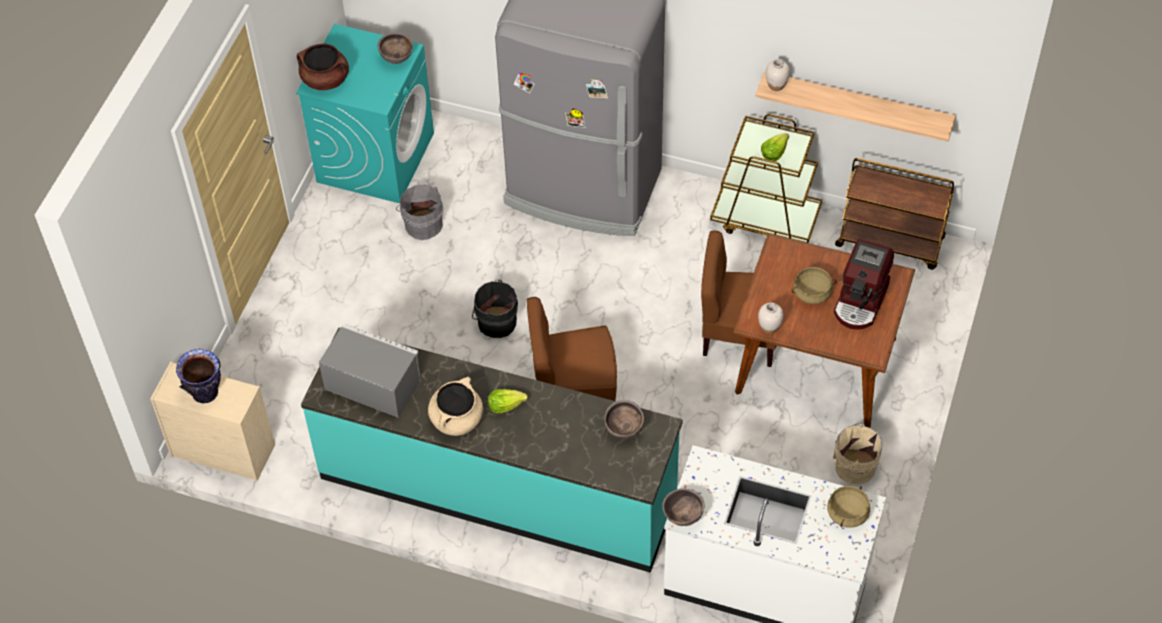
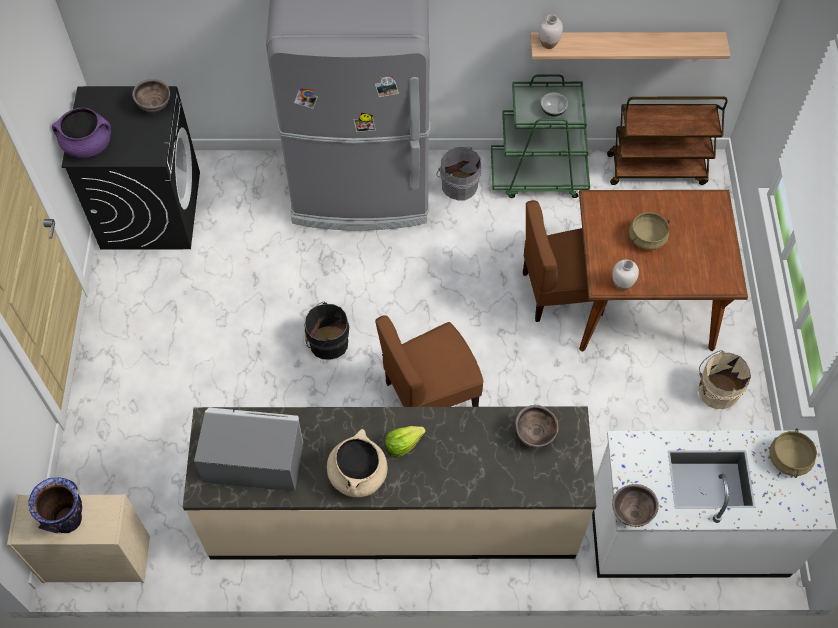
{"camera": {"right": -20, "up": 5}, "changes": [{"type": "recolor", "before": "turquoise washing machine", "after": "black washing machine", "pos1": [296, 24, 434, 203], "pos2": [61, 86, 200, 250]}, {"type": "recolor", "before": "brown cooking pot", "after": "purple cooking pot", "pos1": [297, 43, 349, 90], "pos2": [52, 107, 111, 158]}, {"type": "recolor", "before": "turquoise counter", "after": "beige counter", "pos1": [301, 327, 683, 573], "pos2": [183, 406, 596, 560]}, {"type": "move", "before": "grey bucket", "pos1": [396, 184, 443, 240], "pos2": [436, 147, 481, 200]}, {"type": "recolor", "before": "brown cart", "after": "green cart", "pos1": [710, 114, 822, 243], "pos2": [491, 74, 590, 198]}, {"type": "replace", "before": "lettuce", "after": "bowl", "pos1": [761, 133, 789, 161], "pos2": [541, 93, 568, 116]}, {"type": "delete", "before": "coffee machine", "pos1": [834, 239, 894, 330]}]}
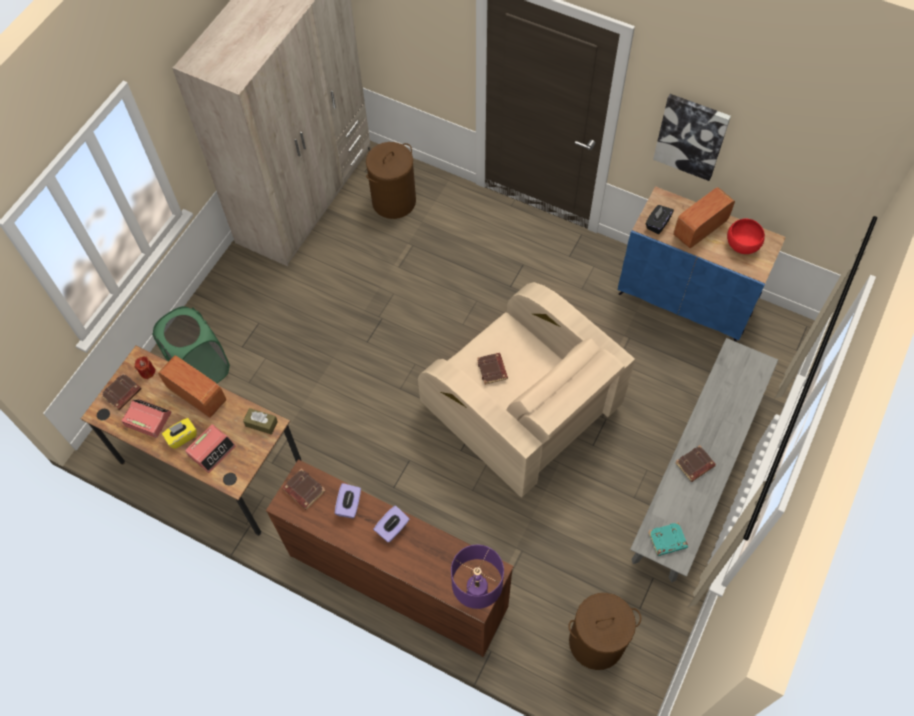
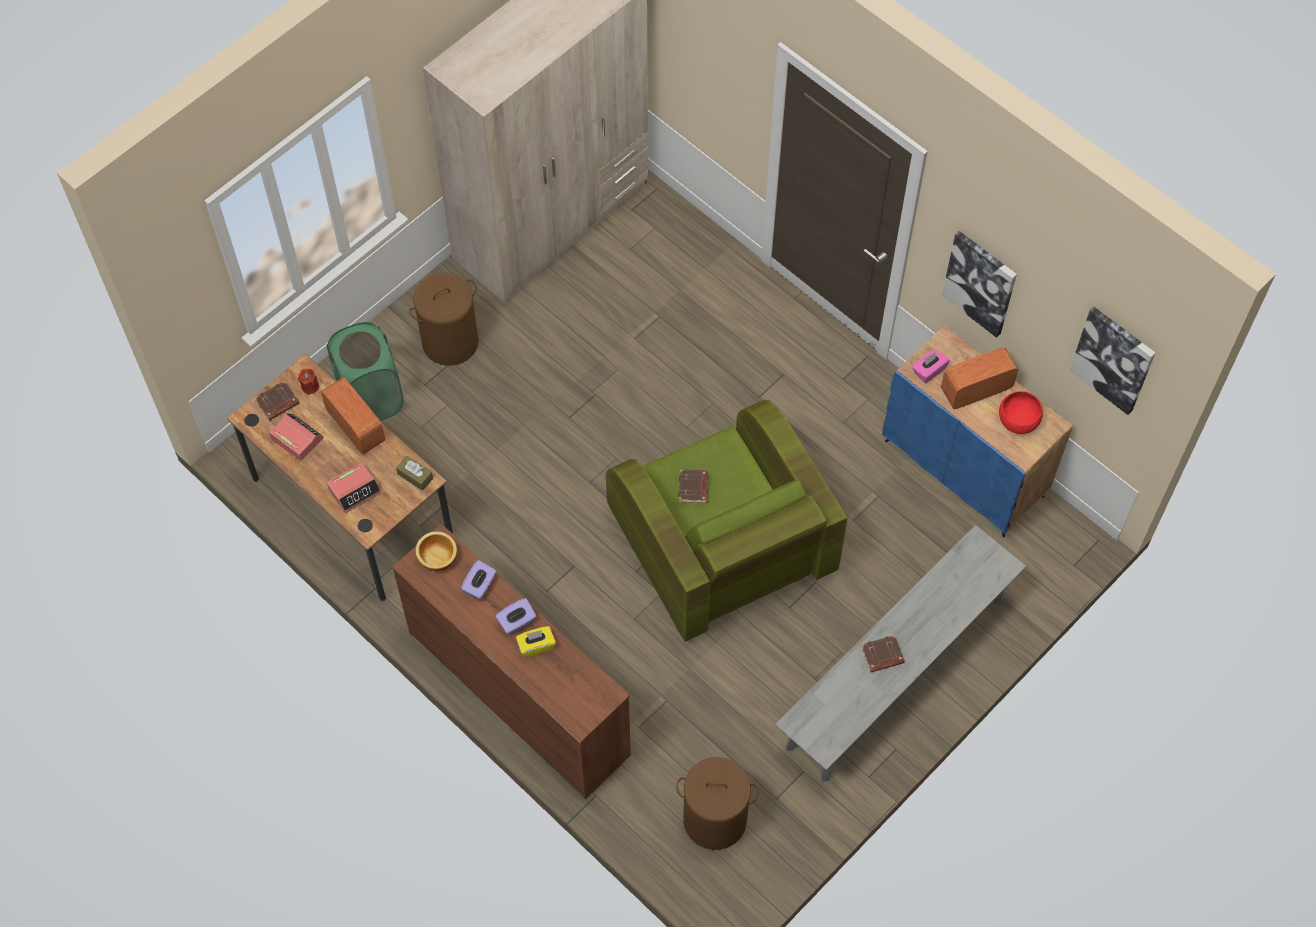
{"camera": {"right": 15, "up": 0}, "changes": [{"type": "move", "before": "yellow tissue box", "pos1": [162, 418, 196, 449], "pos2": [516, 626, 556, 658]}, {"type": "replace", "before": "brown book", "after": "bowl", "pos1": [282, 468, 325, 510], "pos2": [415, 531, 457, 571]}, {"type": "move", "before": "brown laundry basket", "pos1": [366, 142, 416, 219], "pos2": [409, 273, 479, 366]}, {"type": "recolor", "before": "beige armchair", "after": "green armchair", "pos1": [418, 282, 635, 498], "pos2": [606, 400, 847, 642]}, {"type": "delete", "before": "purple table lamp", "pos1": [451, 545, 504, 609]}, {"type": "recolor", "before": "black tissue box", "after": "pink tissue box", "pos1": [645, 205, 674, 234], "pos2": [912, 349, 950, 383]}, {"type": "delete", "before": "turquoise book", "pos1": [648, 522, 688, 556]}, {"type": "insert", "after": "picture", "pos2": [1070, 307, 1155, 415]}]}
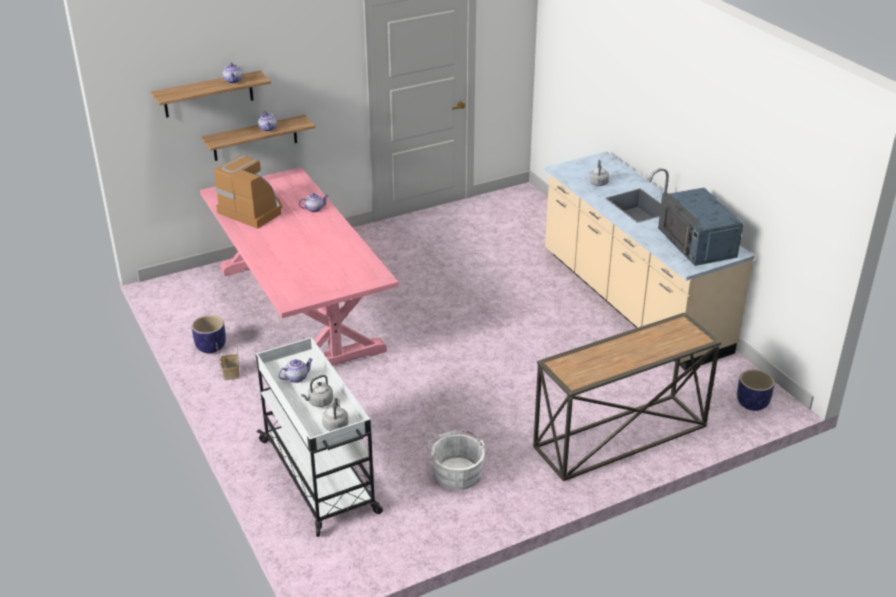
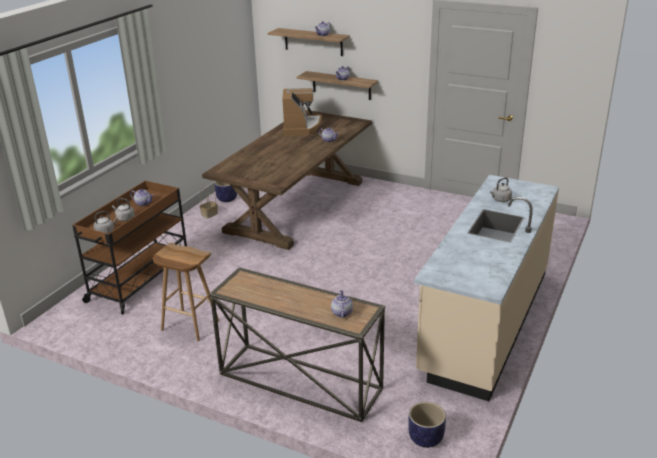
{"camera": {"right": 55, "up": -5}, "changes": [{"type": "recolor", "before": "pink dining table", "after": "brown dining table", "pos1": [200, 167, 399, 366], "pos2": [202, 110, 372, 250]}, {"type": "recolor", "before": "white cart", "after": "brown cart", "pos1": [256, 337, 383, 537], "pos2": [72, 181, 187, 314]}, {"type": "replace", "before": "white bucket", "after": "brown stool", "pos1": [428, 431, 485, 490], "pos2": [153, 243, 219, 341]}, {"type": "delete", "before": "blue microwave", "pos1": [658, 188, 744, 266]}, {"type": "insert", "after": "teapot", "pos2": [331, 290, 353, 318]}]}
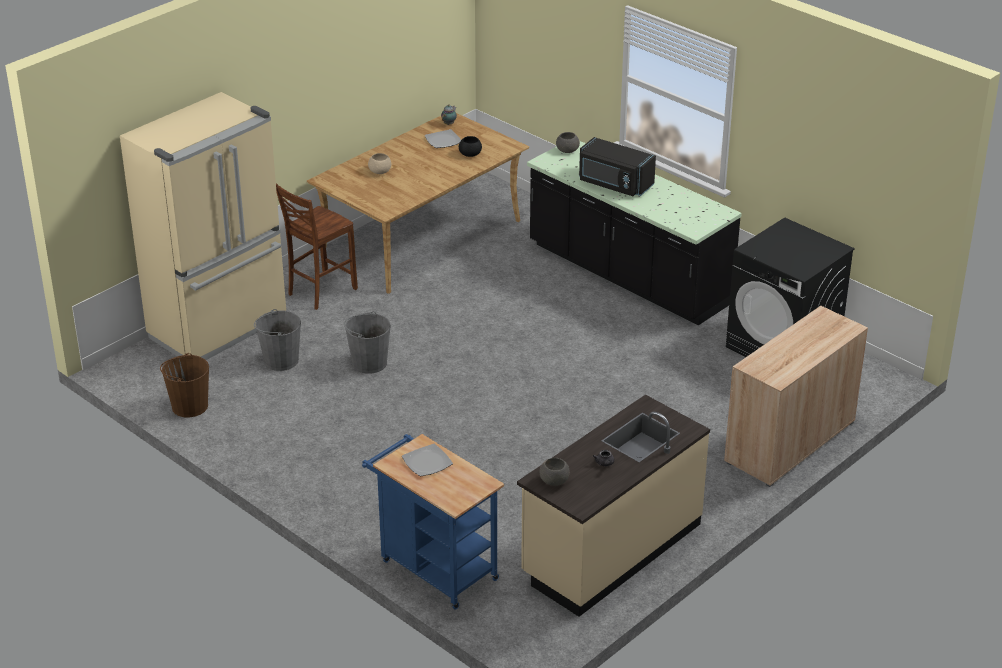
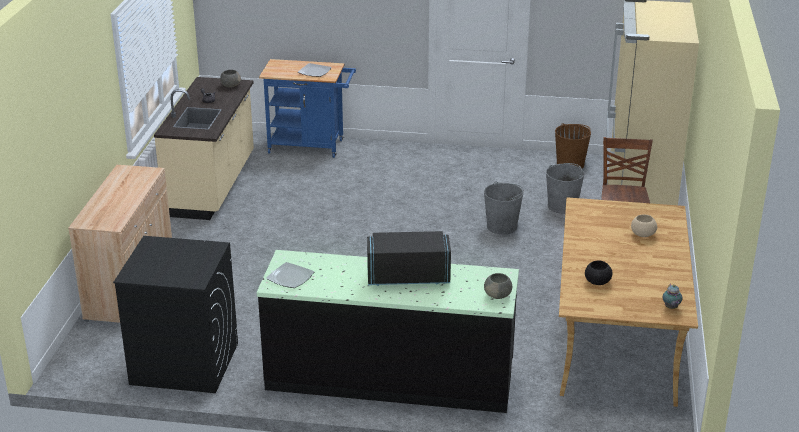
{"camera": {"right": 145, "up": -5}, "changes": [{"type": "move", "before": "plate", "pos1": [425, 129, 461, 148], "pos2": [266, 262, 314, 288]}]}
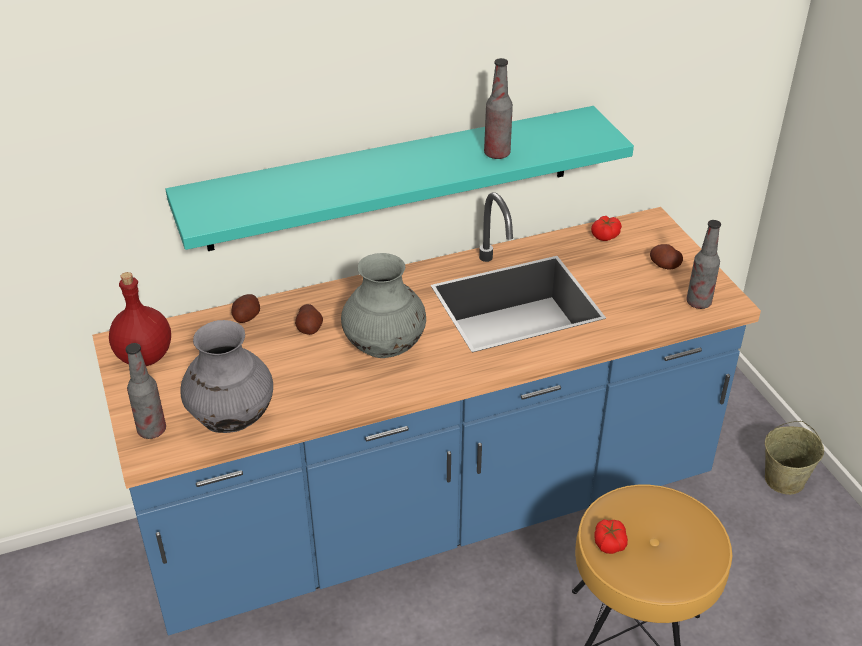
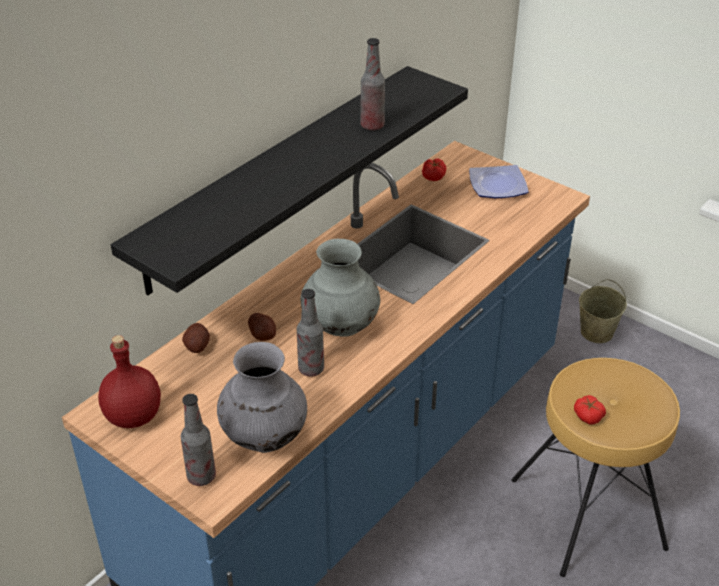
{"camera": {"right": -30, "up": 0}, "changes": [{"type": "recolor", "before": "turquoise shelf", "after": "black shelf", "pos1": [165, 106, 634, 251], "pos2": [111, 66, 468, 295]}, {"type": "replace", "before": "potato", "after": "plate", "pos1": [650, 244, 683, 269], "pos2": [469, 165, 529, 198]}, {"type": "move", "before": "bottle", "pos1": [686, 220, 721, 309], "pos2": [297, 289, 324, 377]}]}
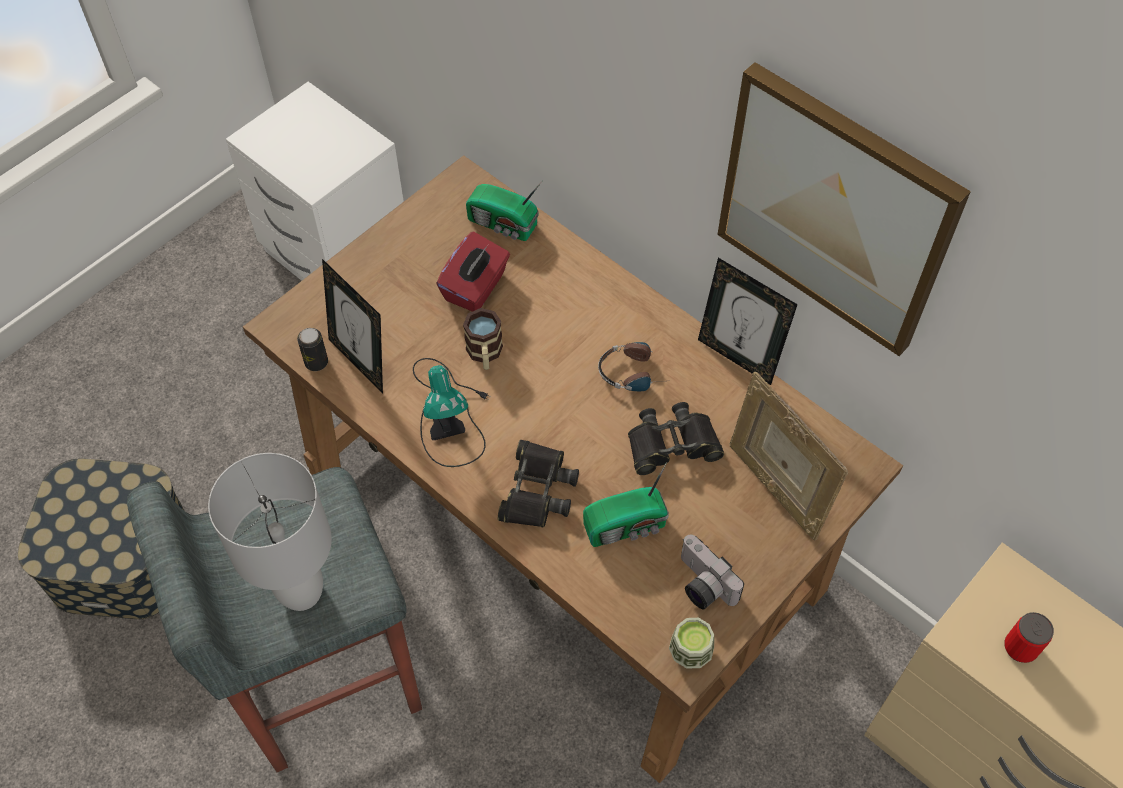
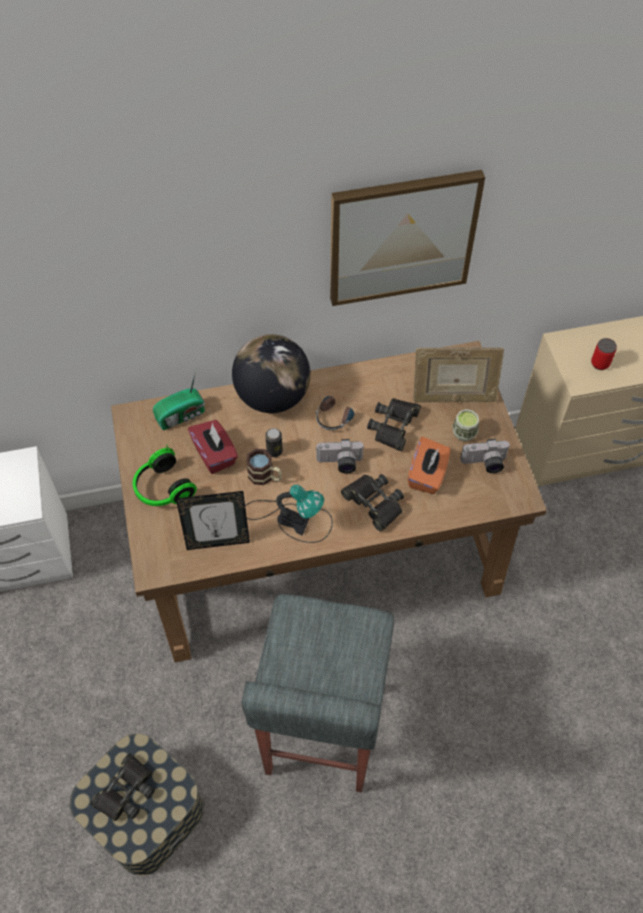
{"camera": {"right": -55, "up": 0}, "changes": [{"type": "delete", "before": "white table lamp", "pos1": [208, 453, 332, 611]}, {"type": "move", "before": "can", "pos1": [297, 328, 328, 371], "pos2": [265, 428, 283, 457]}, {"type": "replace", "before": "radio", "after": "orange tissue box", "pos1": [583, 462, 669, 547], "pos2": [408, 437, 450, 494]}, {"type": "move", "before": "cup", "pos1": [669, 618, 714, 669], "pos2": [452, 409, 479, 442]}, {"type": "delete", "before": "picture frame", "pos1": [698, 258, 798, 385]}, {"type": "insert", "after": "black binoculars", "pos2": [90, 753, 155, 821]}, {"type": "insert", "after": "headphones", "pos2": [133, 445, 197, 506]}, {"type": "insert", "after": "globe", "pos2": [232, 334, 311, 413]}, {"type": "insert", "after": "photo camera", "pos2": [316, 439, 364, 473]}]}
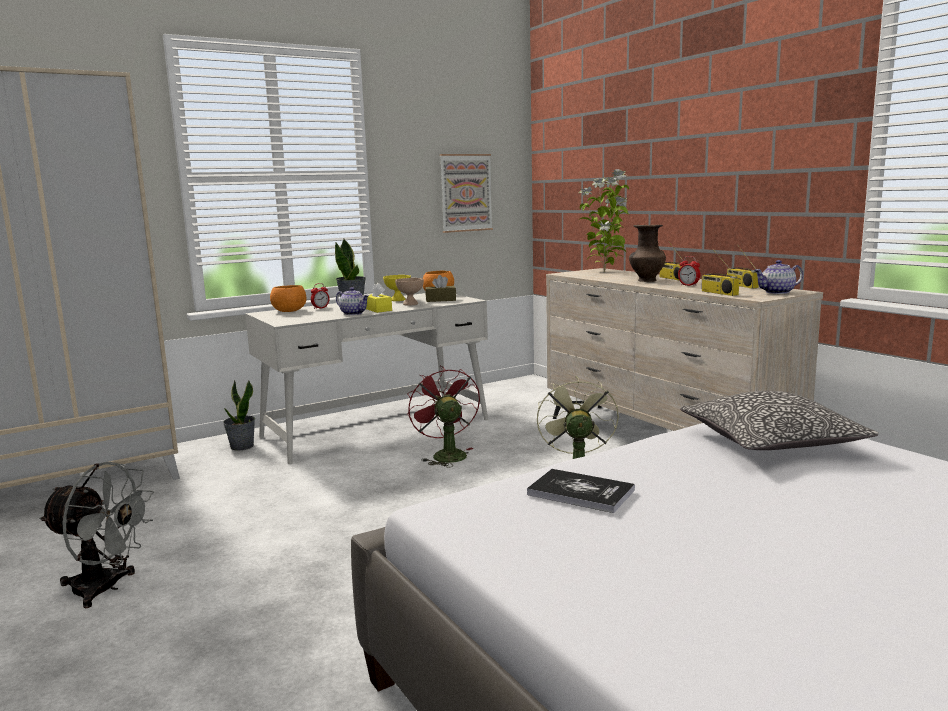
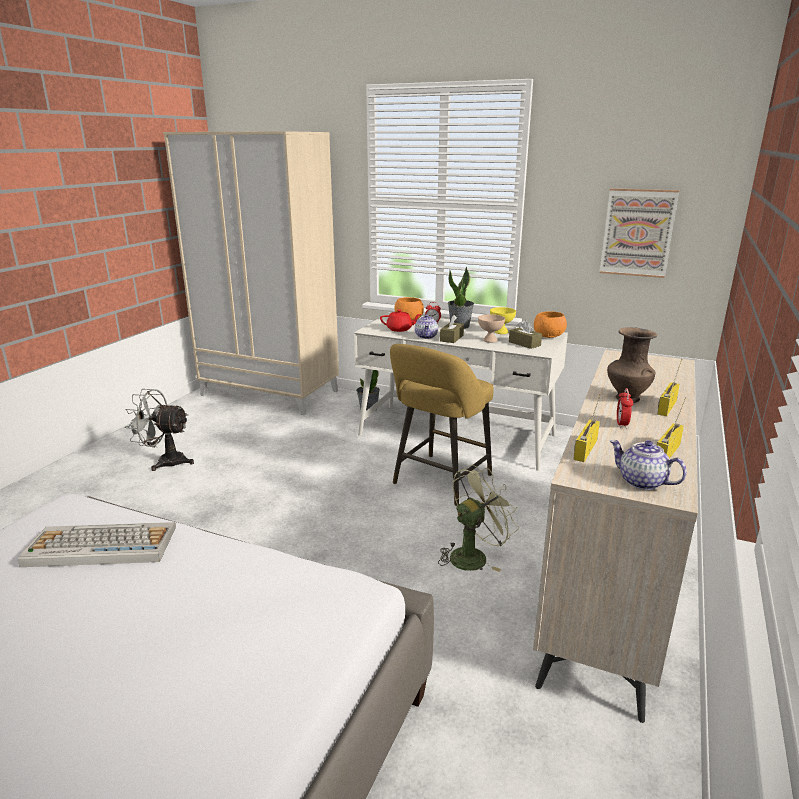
{"camera": {"right": 55, "up": 10}, "changes": [{"type": "rotate", "before": "grey fan", "pos1": [39, 462, 154, 608], "pos2": [125, 389, 194, 471], "turn": 120}, {"type": "recolor", "before": "yellow tissue box", "after": "brown tissue box", "pos1": [366, 283, 392, 313], "pos2": [440, 315, 464, 343]}, {"type": "replace", "before": "red fan", "after": "yellow stool", "pos1": [407, 366, 480, 467], "pos2": [390, 344, 494, 506]}, {"type": "replace", "before": "book", "after": "keyboard", "pos1": [527, 469, 635, 513], "pos2": [18, 522, 176, 567]}, {"type": "delete", "before": "potted plant", "pos1": [579, 169, 629, 272]}, {"type": "delete", "before": "pillow", "pos1": [680, 391, 879, 450]}, {"type": "insert", "after": "red teapot", "pos2": [380, 309, 421, 332]}]}
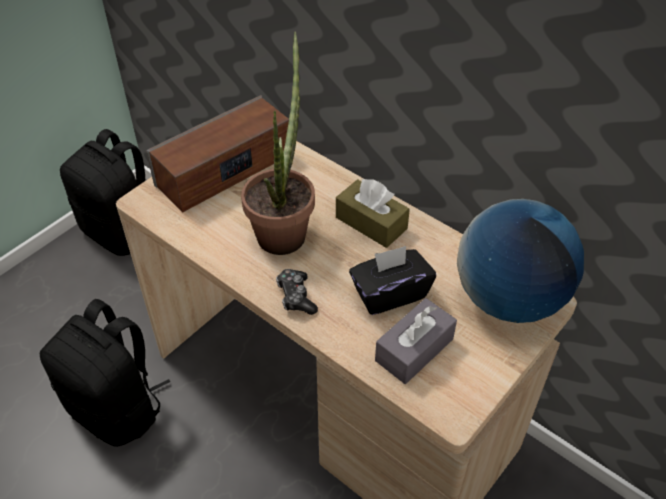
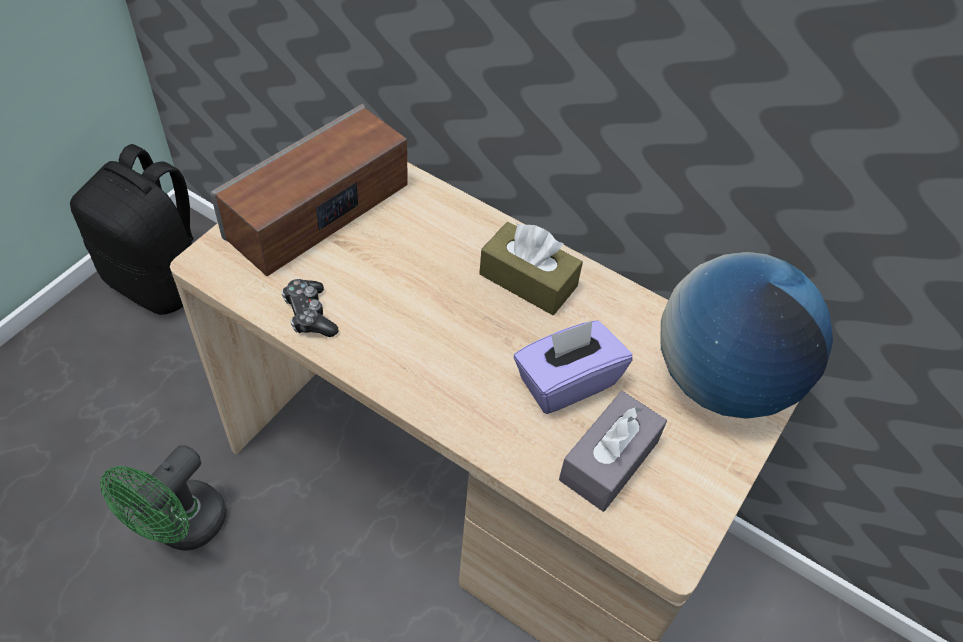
{"camera": {"right": -10, "up": 5}, "changes": [{"type": "replace", "before": "black backpack", "after": "green fan", "pos1": [40, 299, 170, 447], "pos2": [100, 445, 227, 551]}, {"type": "delete", "before": "potted plant", "pos1": [241, 32, 315, 255]}, {"type": "move", "before": "game controller", "pos1": [276, 269, 318, 315], "pos2": [282, 279, 338, 337]}, {"type": "recolor", "before": "black tissue box", "after": "purple tissue box", "pos1": [349, 246, 436, 315], "pos2": [514, 320, 633, 414]}]}
